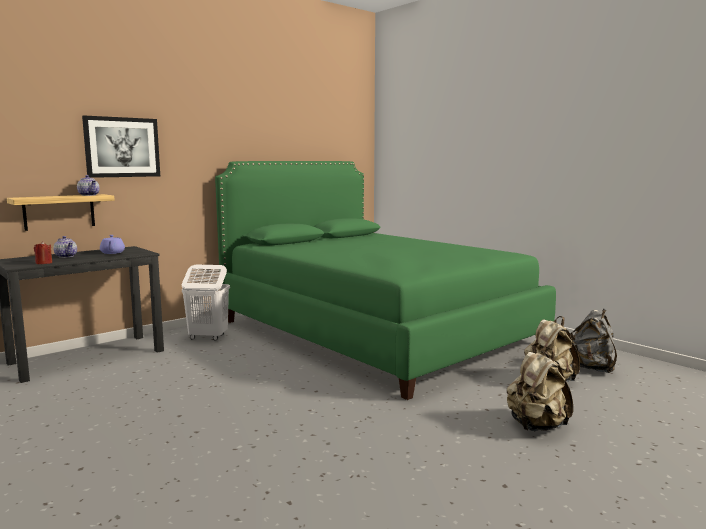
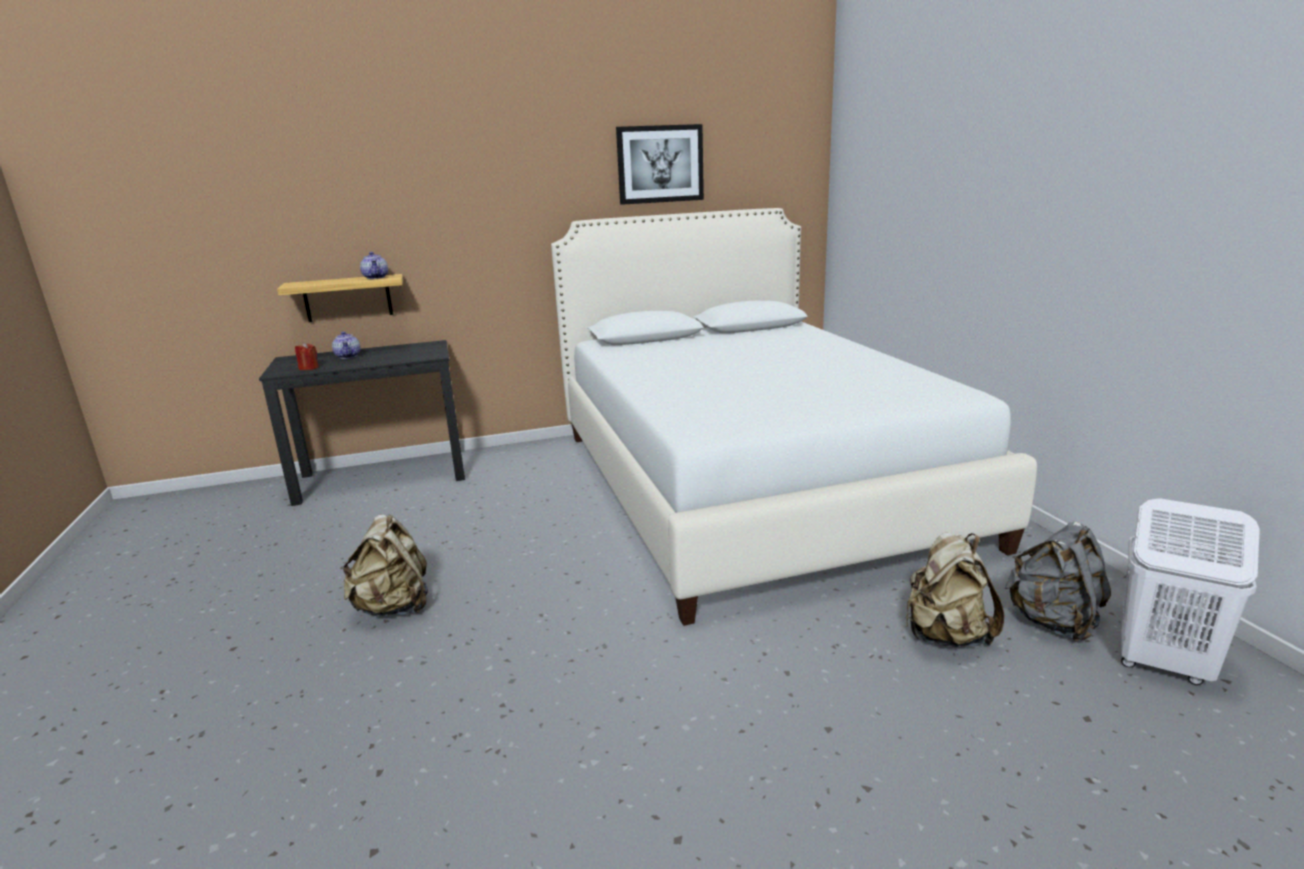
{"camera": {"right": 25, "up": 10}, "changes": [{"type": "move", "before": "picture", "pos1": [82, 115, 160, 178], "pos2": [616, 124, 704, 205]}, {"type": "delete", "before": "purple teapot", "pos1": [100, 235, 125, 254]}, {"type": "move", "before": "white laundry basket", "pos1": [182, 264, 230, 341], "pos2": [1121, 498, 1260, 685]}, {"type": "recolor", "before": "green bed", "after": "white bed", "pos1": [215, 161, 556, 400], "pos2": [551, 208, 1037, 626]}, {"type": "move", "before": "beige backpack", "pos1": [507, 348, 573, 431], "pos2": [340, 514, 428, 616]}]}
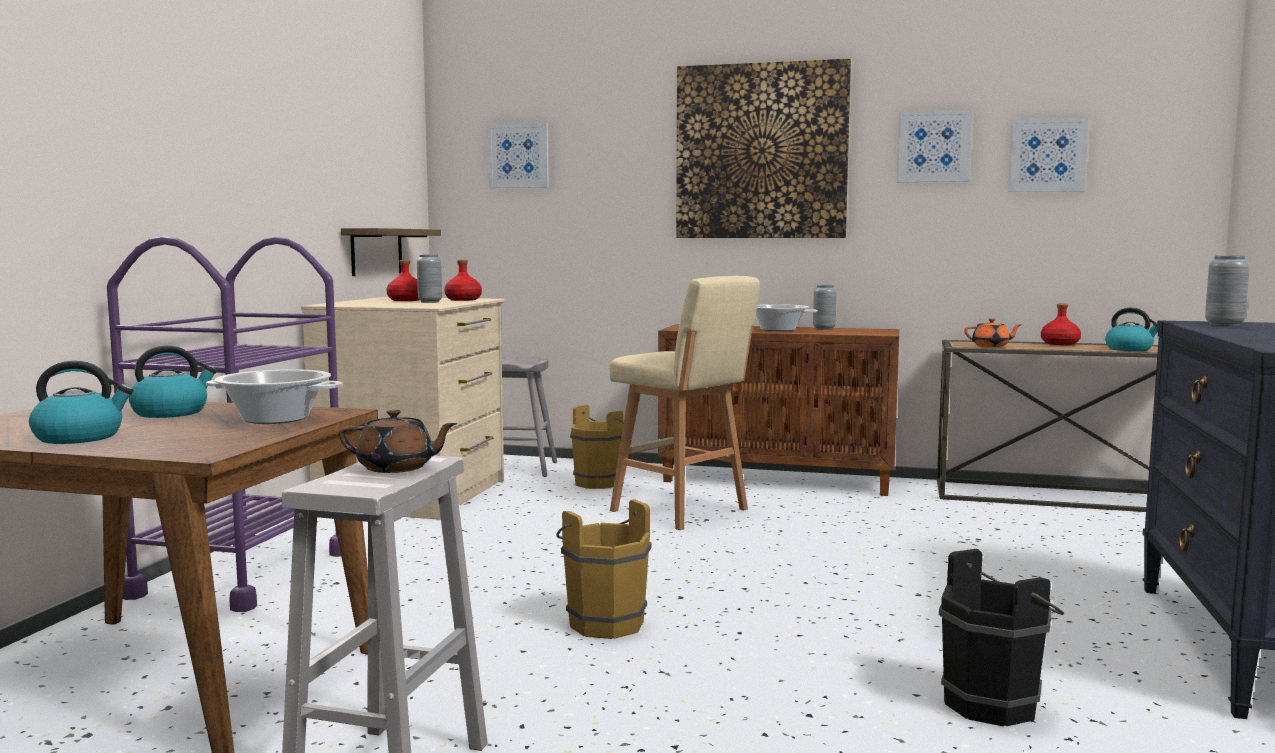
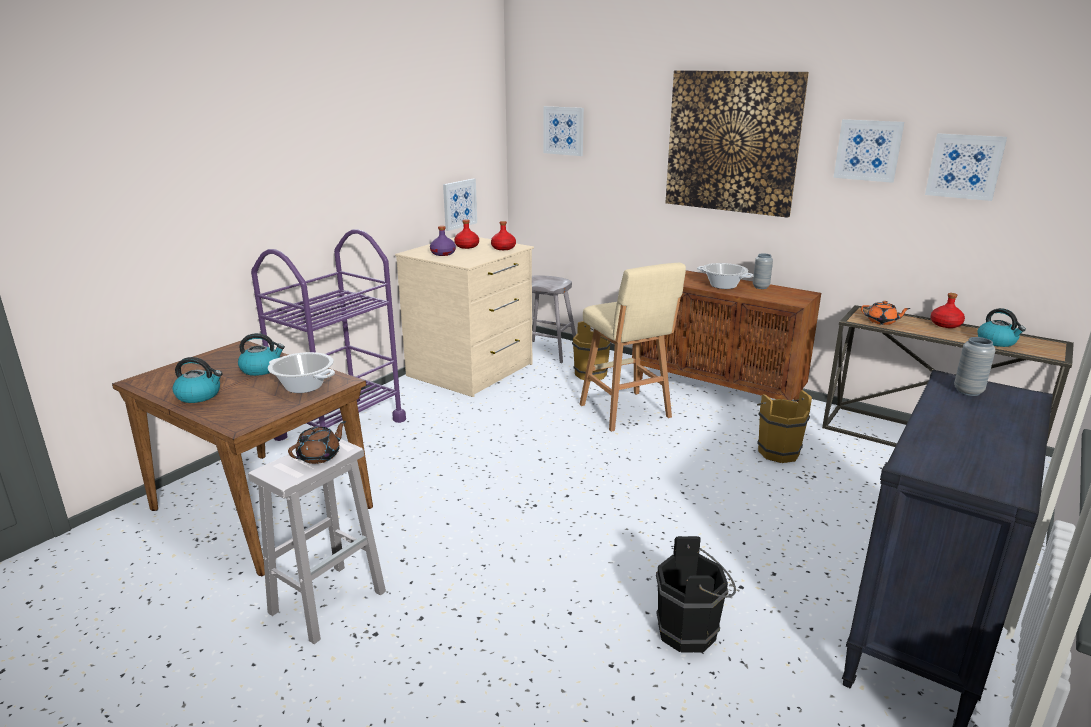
{"camera": {"right": 20, "up": 15}, "changes": [{"type": "rotate", "before": "brown teapot", "pos1": [339, 409, 457, 473], "pos2": [288, 421, 346, 464], "turn": -75}, {"type": "replace", "before": "shelf", "after": "picture", "pos1": [341, 228, 441, 276], "pos2": [443, 179, 477, 231]}, {"type": "delete", "before": "grey vase", "pos1": [417, 254, 442, 303]}, {"type": "move", "before": "brown bucket", "pos1": [556, 499, 652, 639], "pos2": [757, 390, 812, 463]}, {"type": "insert", "after": "purple bottle", "pos2": [430, 226, 456, 256]}]}
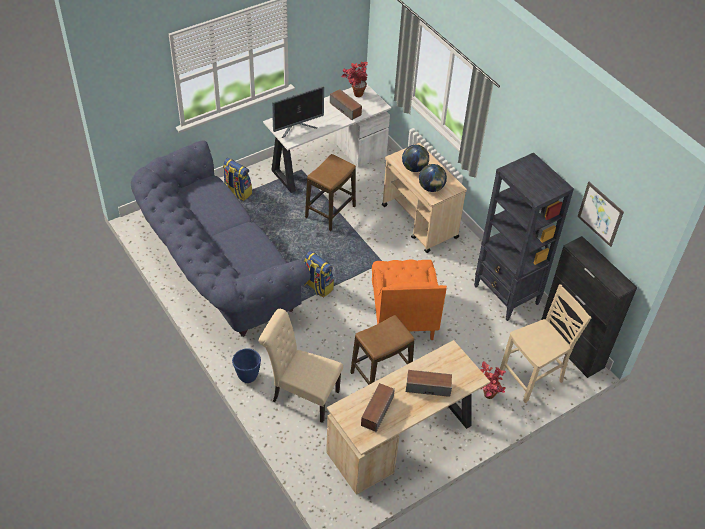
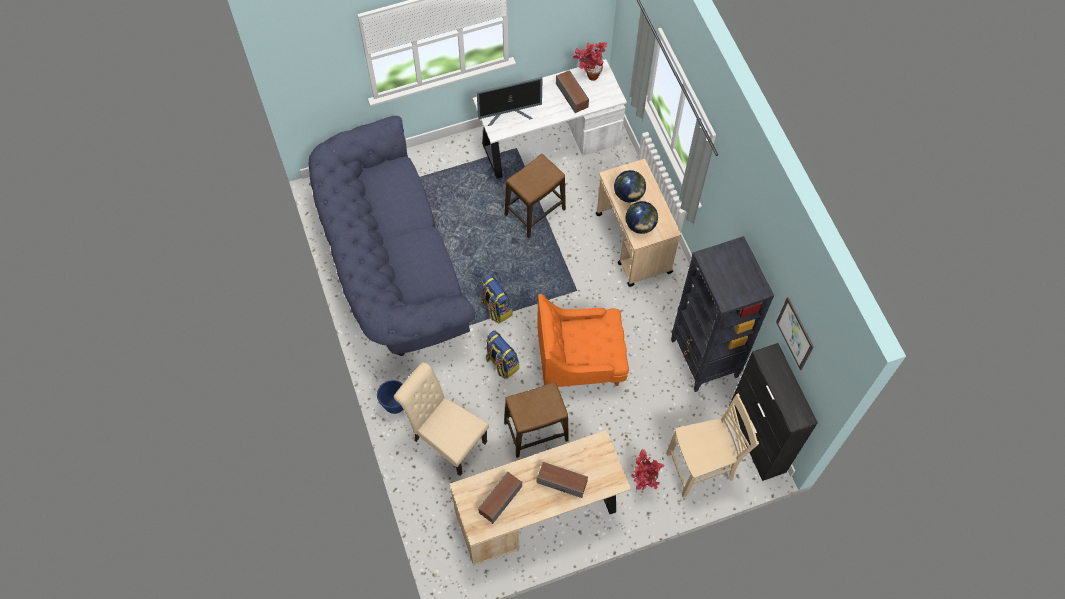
{"camera": {"right": 15, "up": 15}, "changes": [{"type": "move", "before": "backpack", "pos1": [223, 158, 252, 201], "pos2": [486, 330, 519, 379]}, {"type": "rotate", "before": "orange armchair", "pos1": [372, 259, 447, 340], "pos2": [537, 294, 629, 387], "turn": 75}]}
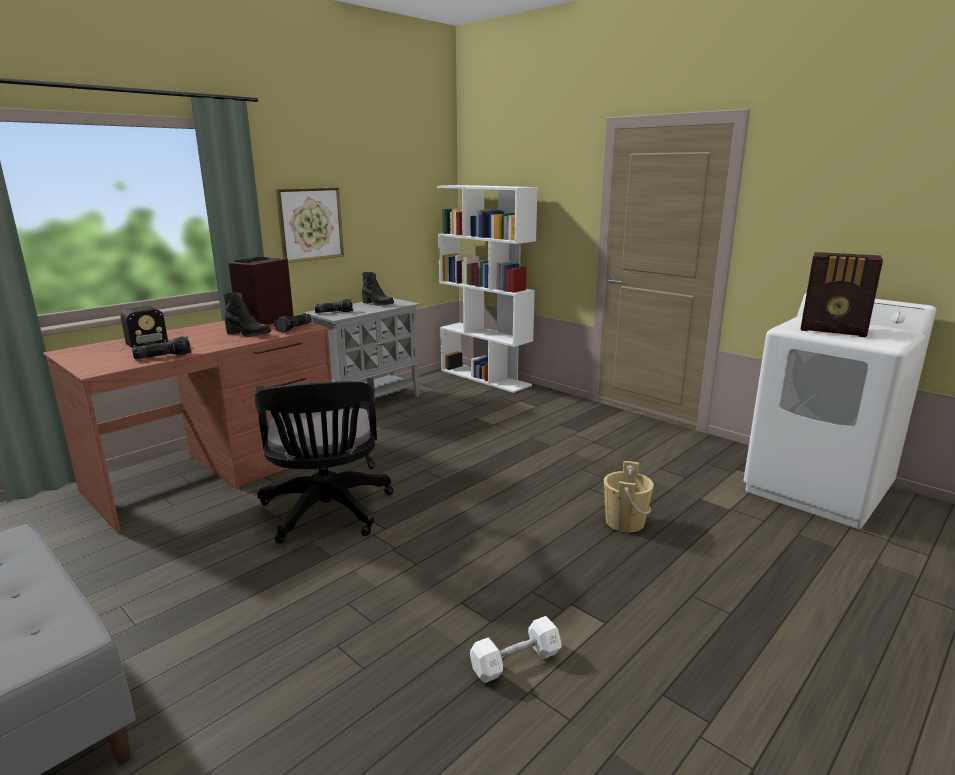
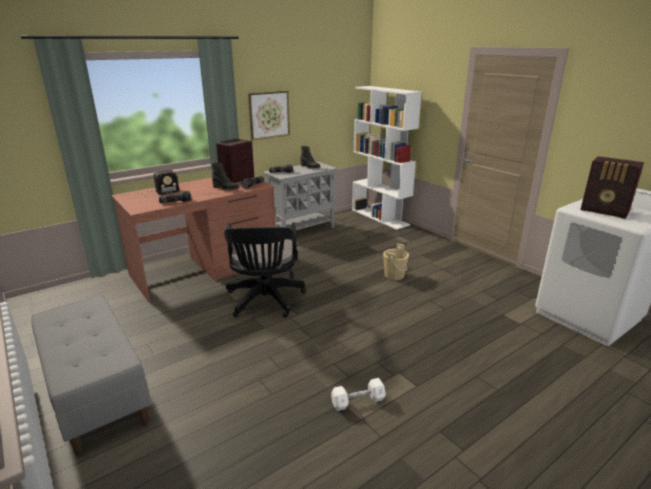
{"camera": {"right": 10, "up": 5}, "changes": [{"type": "move", "before": "beige bucket", "pos1": [604, 461, 654, 532], "pos2": [383, 243, 409, 280]}]}
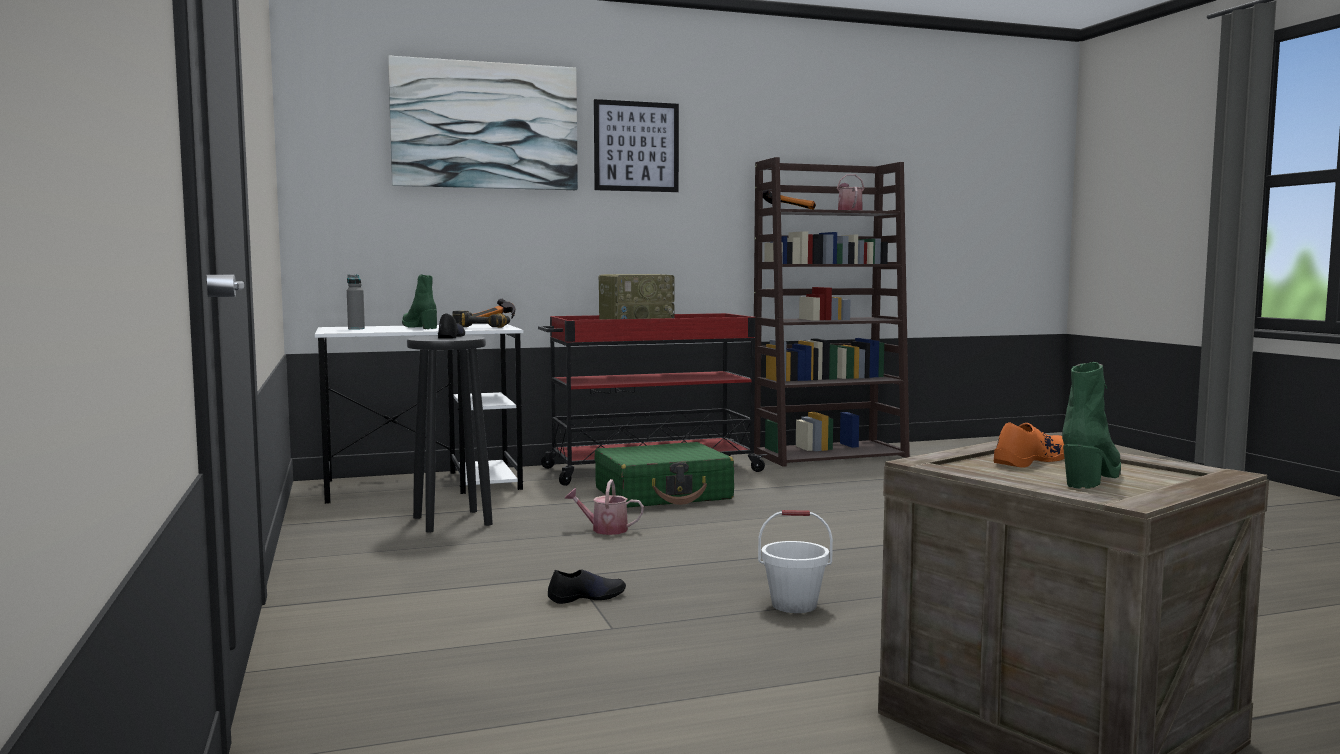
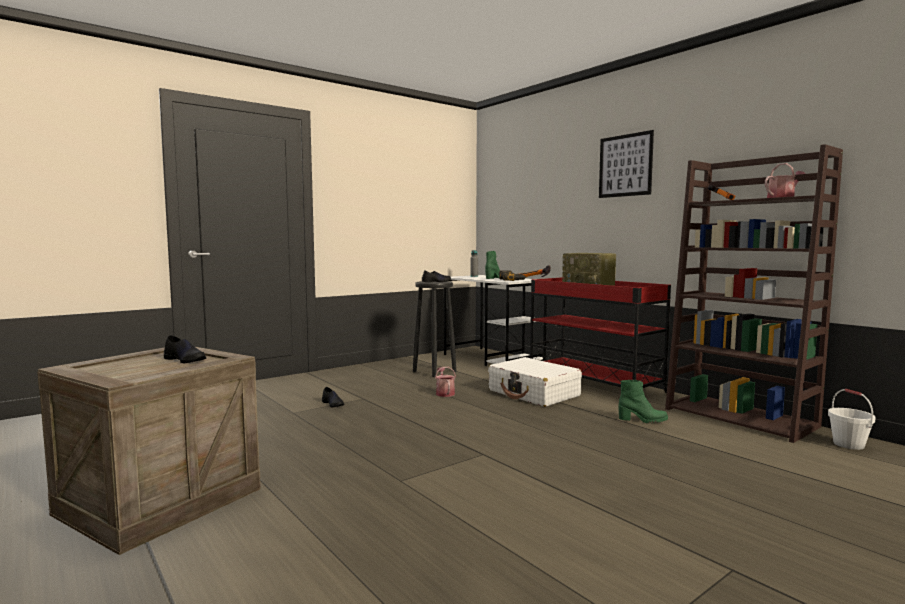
{"camera": {"right": 70, "up": 0}, "changes": [{"type": "delete", "before": "picture", "pos1": [388, 56, 578, 190]}, {"type": "recolor", "before": "green suitcase", "after": "white suitcase", "pos1": [595, 442, 734, 508], "pos2": [488, 357, 582, 407]}, {"type": "move", "before": "white bucket", "pos1": [758, 510, 833, 613], "pos2": [828, 389, 876, 450]}, {"type": "recolor", "before": "orange shoe", "after": "black shoe", "pos1": [994, 422, 1065, 468], "pos2": [164, 335, 206, 363]}, {"type": "move", "before": "green boot", "pos1": [1062, 362, 1121, 489], "pos2": [618, 380, 668, 424]}]}
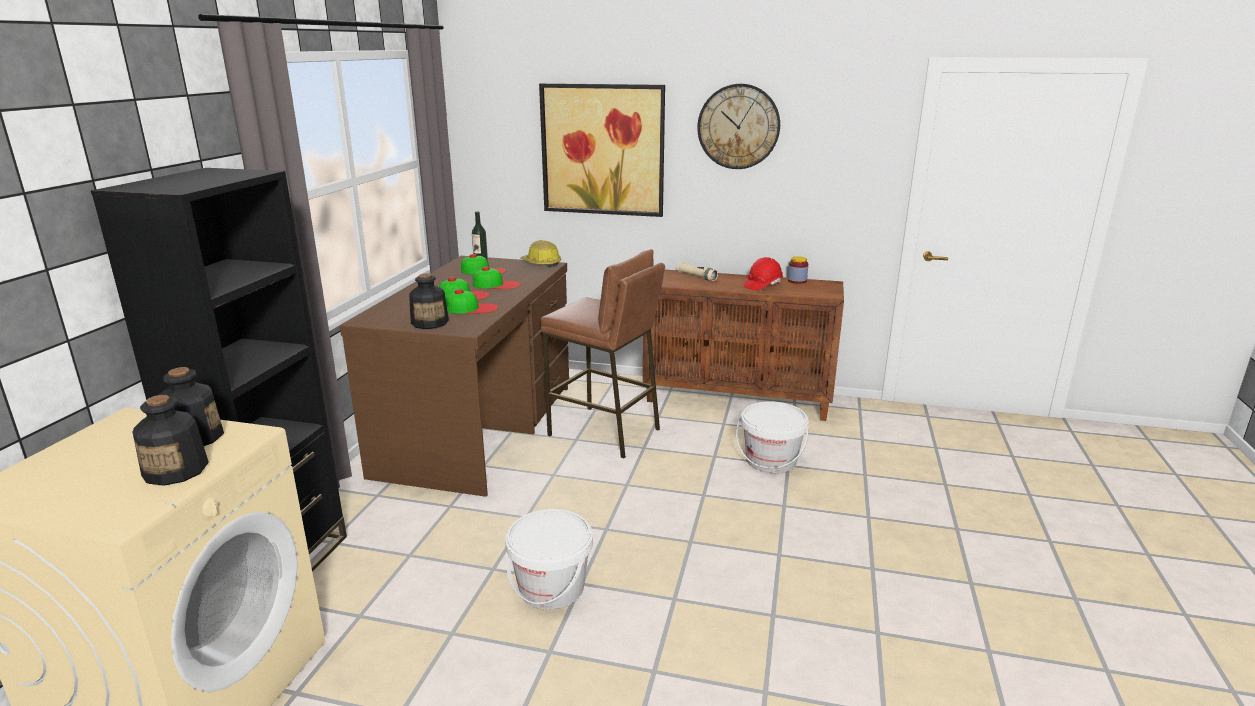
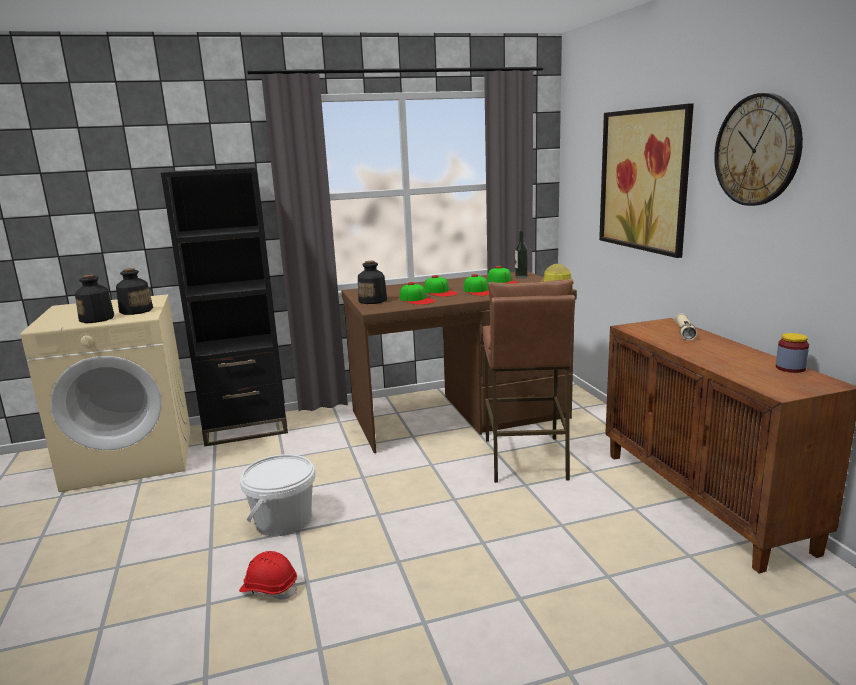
{"camera": {"right": 60, "up": -5}, "changes": [{"type": "delete", "before": "white bucket", "pos1": [736, 401, 809, 473]}, {"type": "move", "before": "red hard hat", "pos1": [744, 257, 783, 290], "pos2": [239, 551, 297, 600]}]}
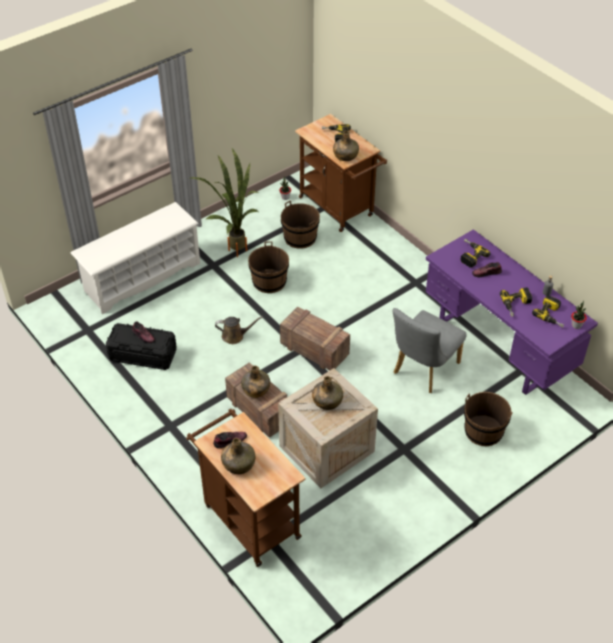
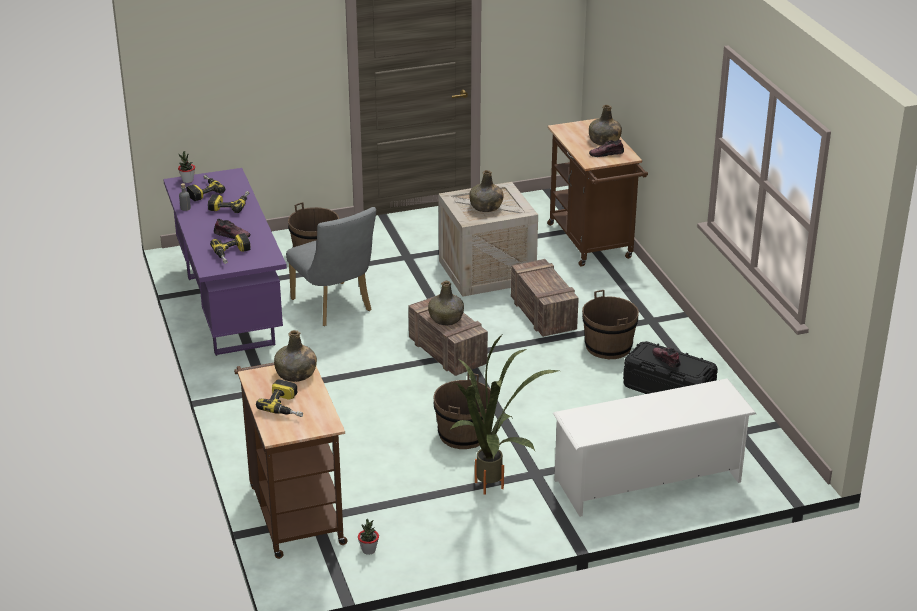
{"camera": {"right": -160, "up": -15}, "changes": [{"type": "delete", "before": "brown watering can", "pos1": [215, 316, 263, 344]}, {"type": "move", "before": "green bottle", "pos1": [241, 366, 270, 398], "pos2": [428, 281, 464, 325]}, {"type": "move", "before": "brown bucket", "pos1": [281, 200, 320, 249], "pos2": [582, 290, 639, 359]}, {"type": "rotate", "before": "grey chair", "pos1": [393, 308, 467, 393], "pos2": [286, 207, 376, 326], "turn": 90}]}
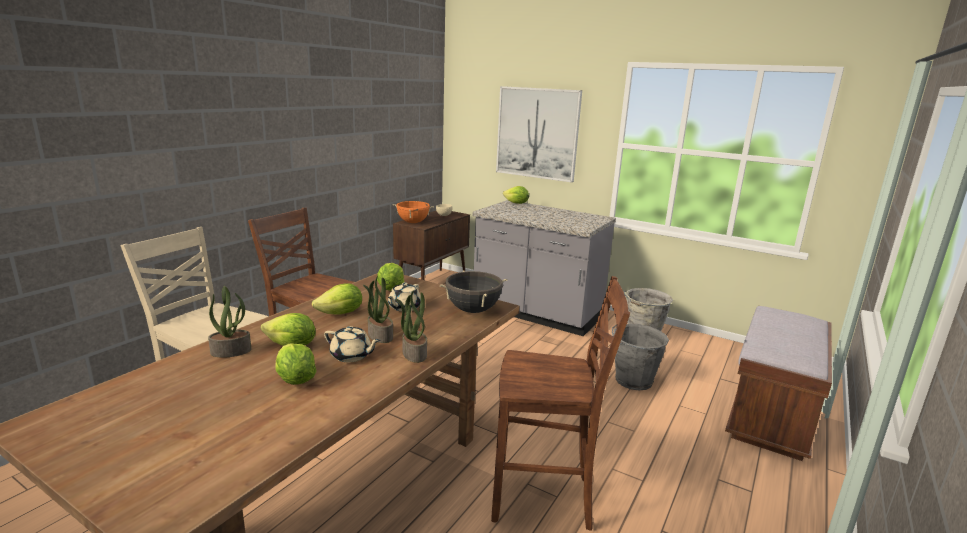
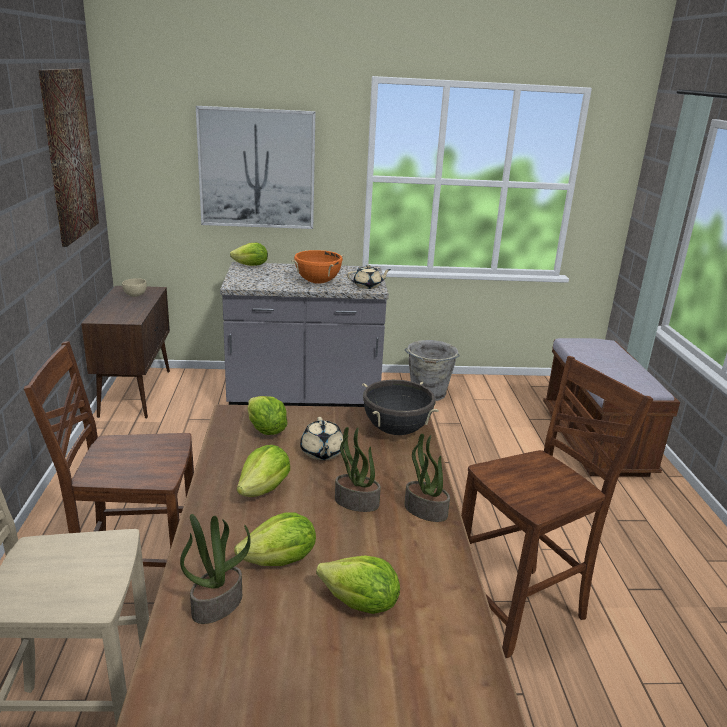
{"camera": {"right": -35, "up": 5}, "changes": [{"type": "move", "before": "beige teapot", "pos1": [324, 326, 380, 362], "pos2": [347, 265, 391, 289]}, {"type": "move", "before": "orange cooking pot", "pos1": [393, 201, 434, 223], "pos2": [291, 250, 345, 284]}, {"type": "delete", "before": "grey bucket", "pos1": [612, 324, 669, 390]}, {"type": "insert", "after": "picture", "pos2": [38, 69, 99, 247]}]}
